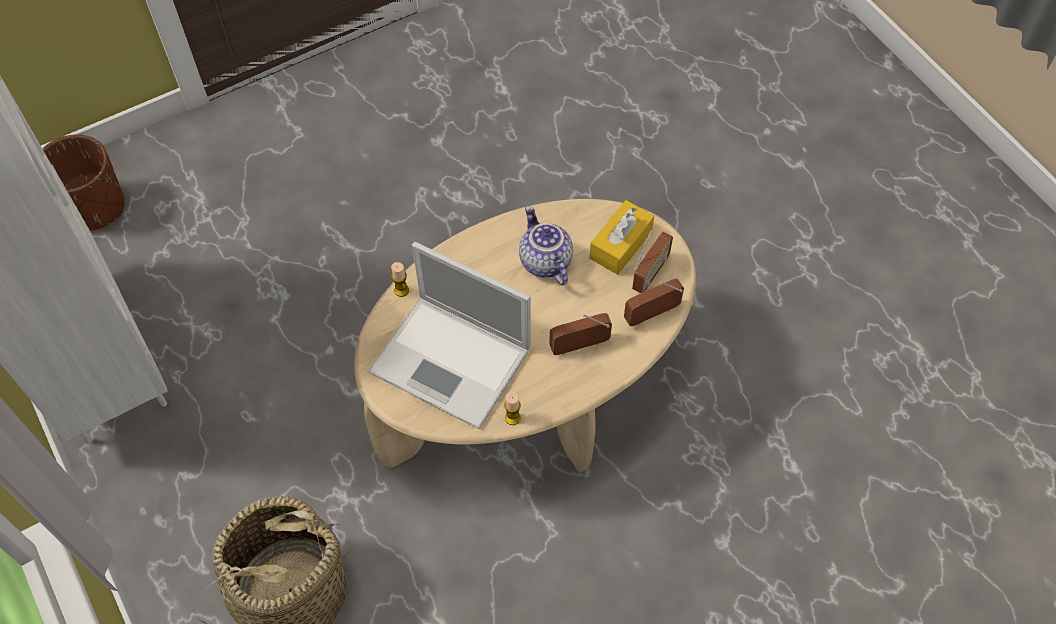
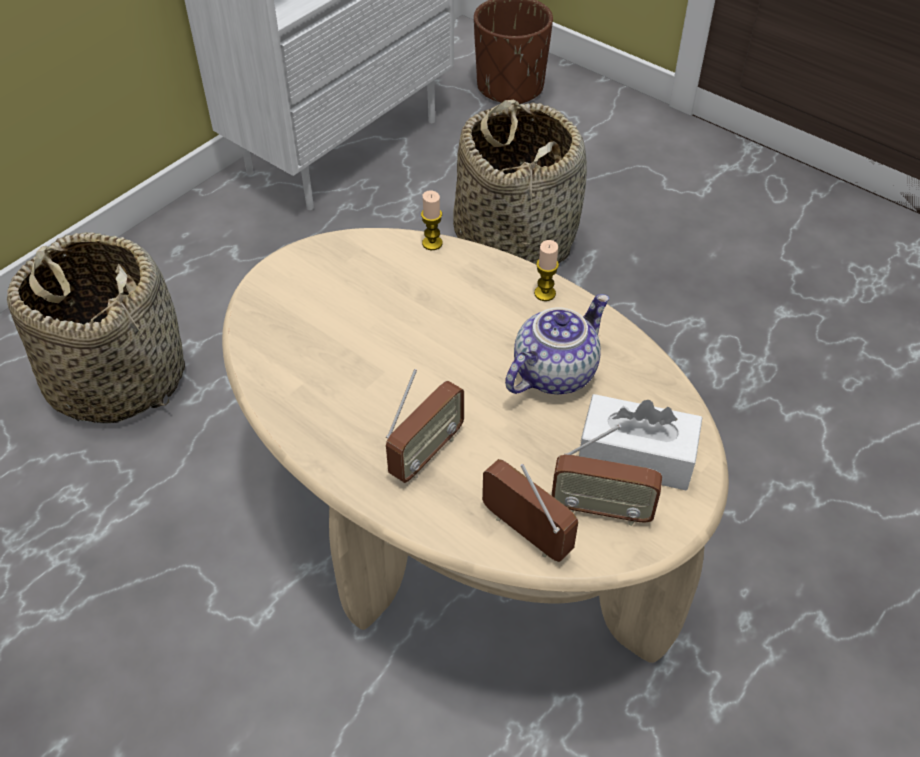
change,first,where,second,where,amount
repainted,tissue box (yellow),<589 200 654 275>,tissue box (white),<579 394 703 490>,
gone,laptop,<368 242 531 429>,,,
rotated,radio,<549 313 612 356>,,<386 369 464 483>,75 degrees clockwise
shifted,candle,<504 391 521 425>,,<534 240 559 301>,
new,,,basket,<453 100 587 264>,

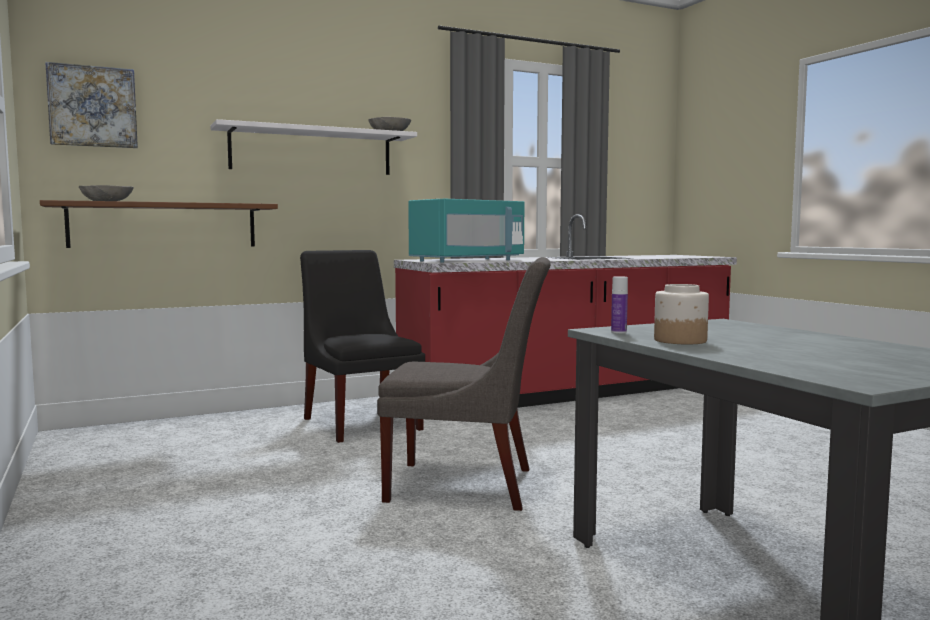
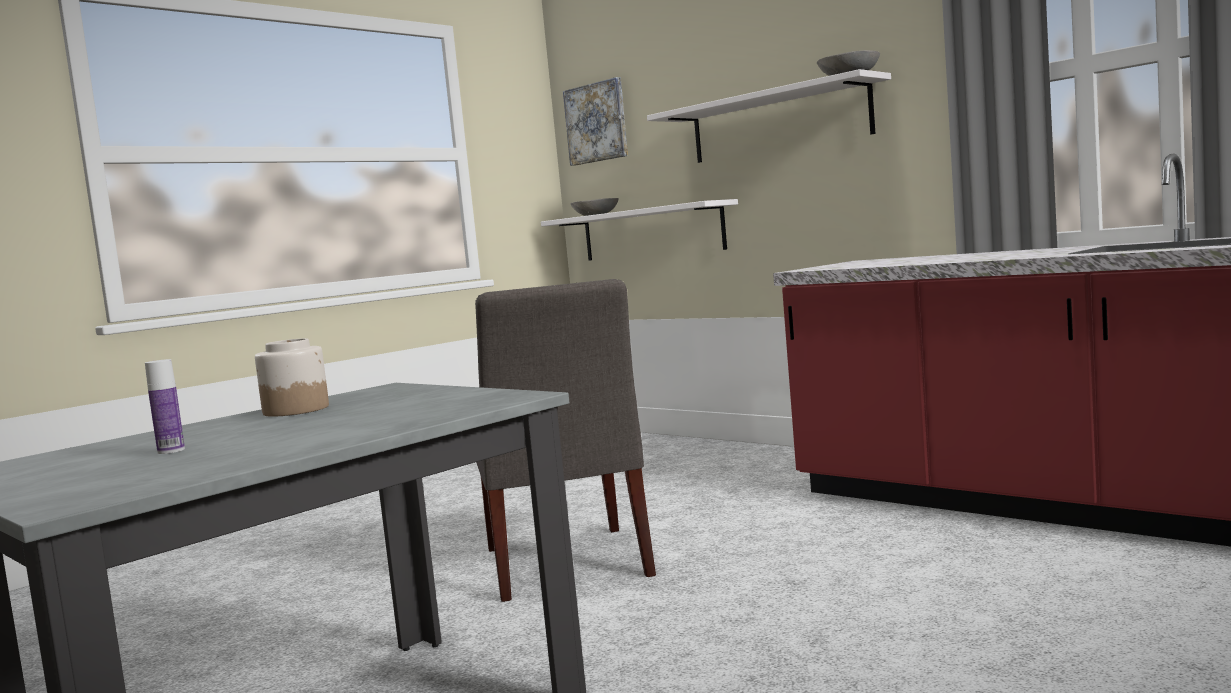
change,first,where,second,where,amount
gone,microwave (turquoise),<408 199 524 263>,,,
repainted,shelf (brown),<40 200 278 248>,shelf (white),<541 199 738 261>,
gone,chair (black),<300 250 425 443>,,,
shifted,bottle,<611 276 628 333>,,<145 359 185 454>,

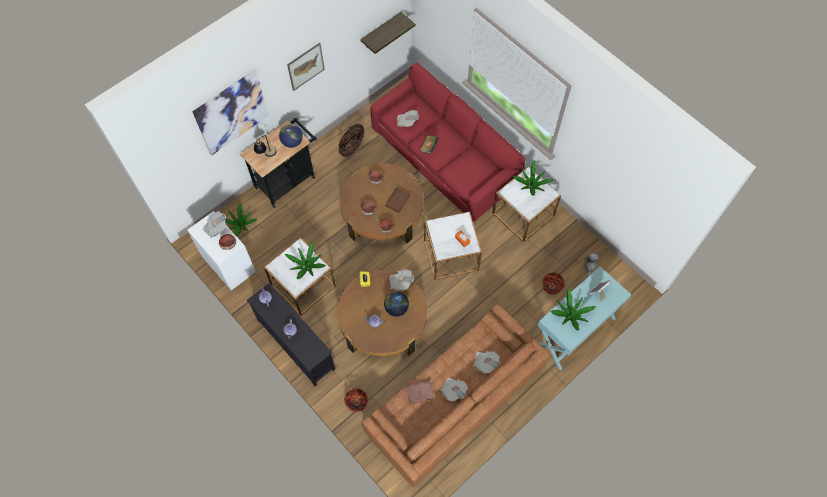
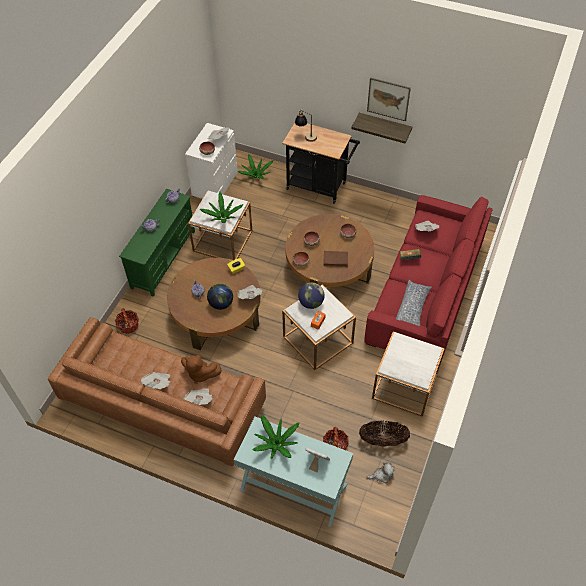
change,first,where,second,where,amount
shifted,shelf,<361 12 415 54>,,<351 113 412 143>,
gone,picture,<192 70 269 156>,,,
shifted,globe,<279 124 303 148>,,<298 282 325 309>,
shifted,basket,<339 124 364 157>,,<359 420 410 447>,
gone,potted plant,<513 161 555 196>,,,
repainted,tv stand (black),<247 283 335 386>,tv stand (green),<119 189 195 297>,
gone,book (brown),<405 381 434 404>,,,
new,,,pillow,<396 280 432 326>,
new,,,plush toy (brown),<181 355 222 384>,

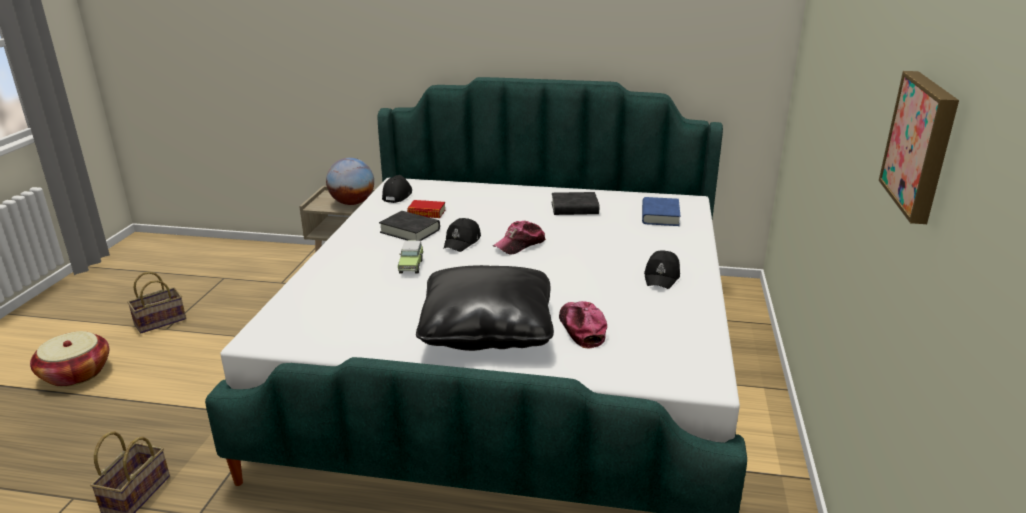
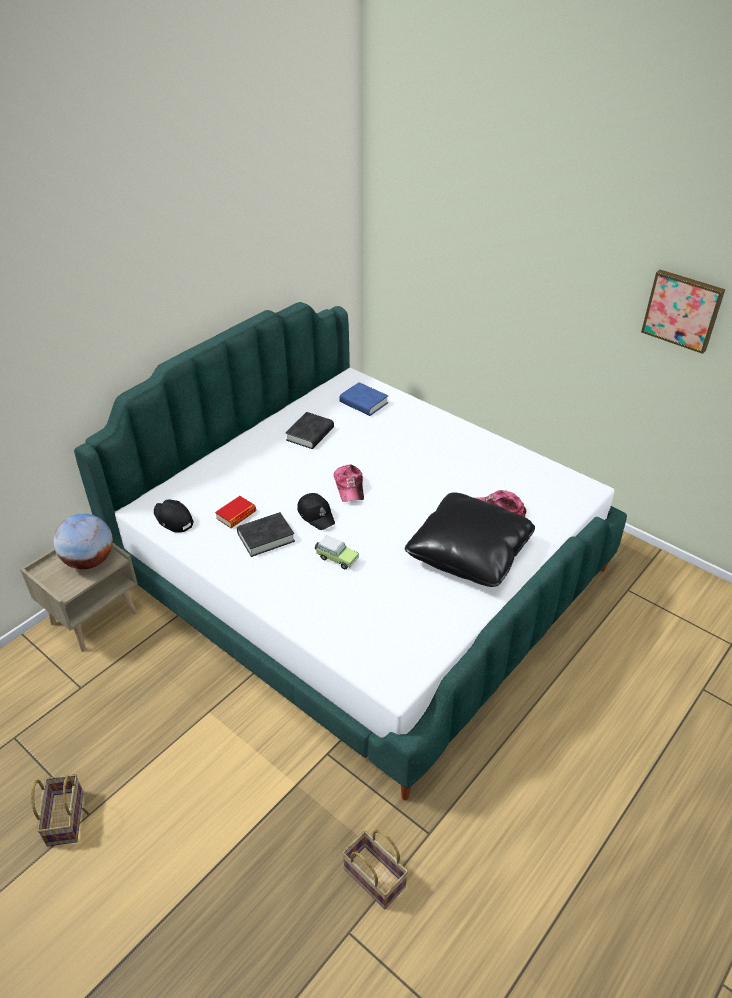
change,first,where,second,where,amount
gone,cap (black),<644 250 680 289>,,,
gone,basket,<30 331 109 387>,,,

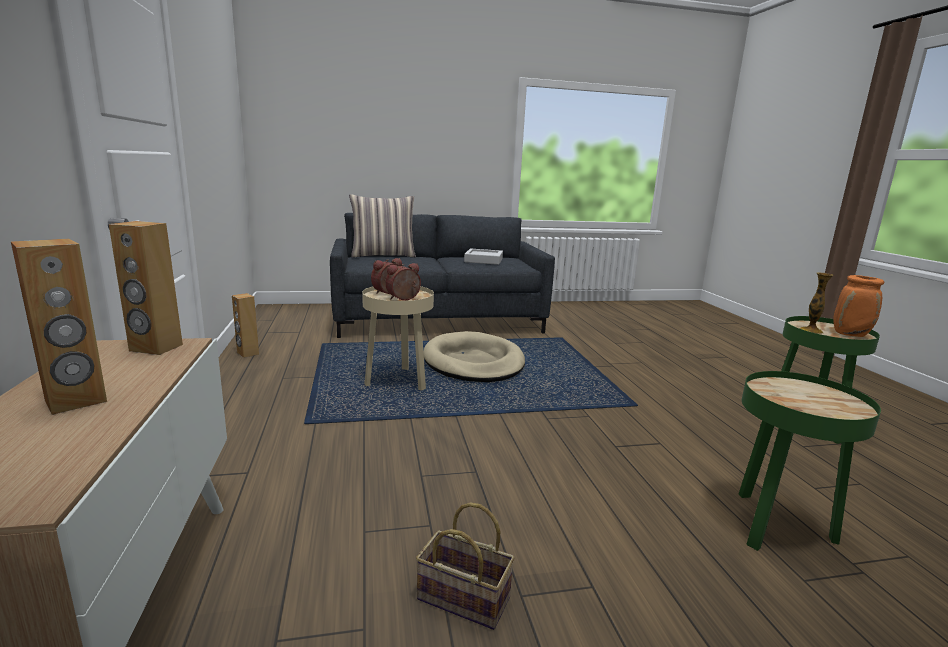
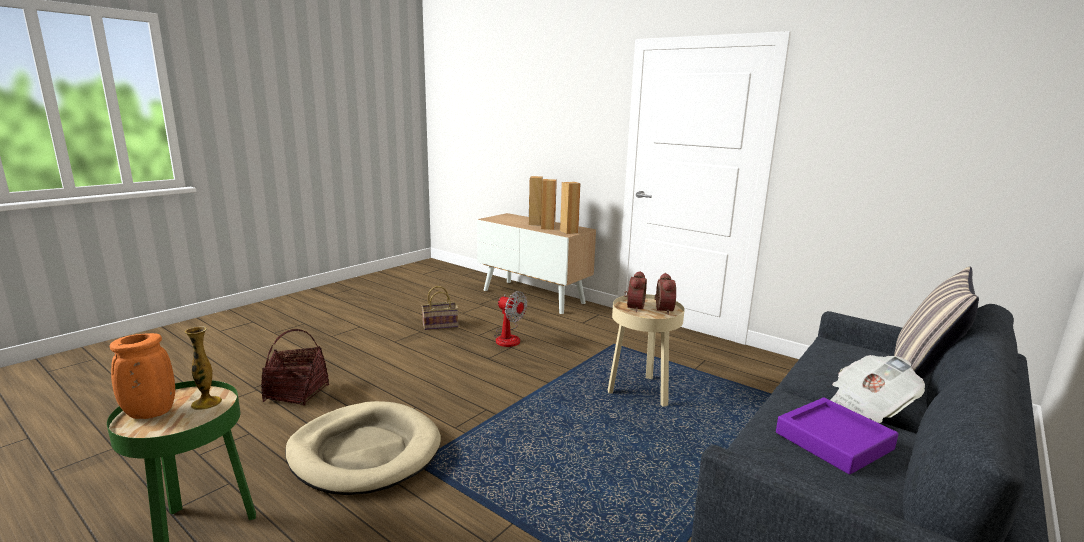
change,first,where,second,where,amount
repainted,tray (grey),<464 248 503 265>,tray (purple),<776 398 898 475>,
shifted,speaker (brown),<232 293 259 358>,,<541 179 557 230>,
shifted,dog bed (beige),<423 331 525 382>,,<285 401 441 495>,
swapped,side table (green),<738 371 881 551>,basket,<261 329 329 406>,
new,,,fan,<494 291 527 347>,
new,,,newspaper,<830 355 925 423>,

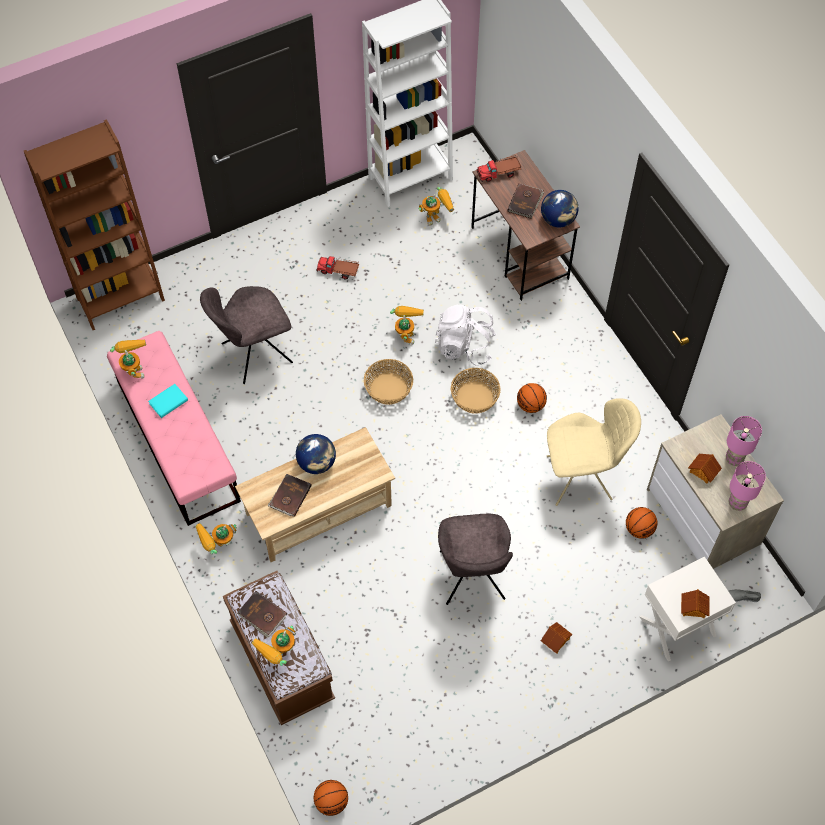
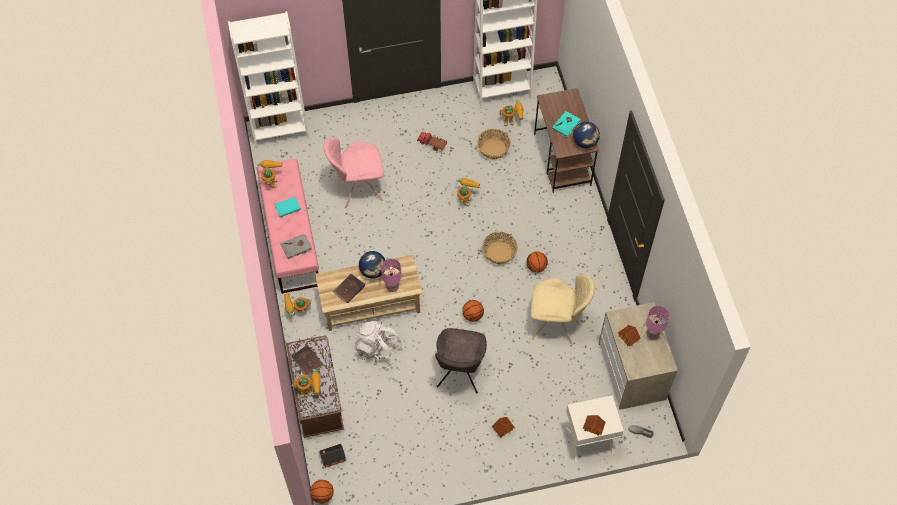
change,first,where,second,where,amount
repainted,bookcase (brown),<24 119 165 330>,bookcase (white),<228 11 309 148>,
gone,toy truck,<476 155 522 182>,,,
repainted,book (brown),<507 184 544 219>,book (turquoise),<552 111 581 137>,
repainted,chair (grey),<200 286 293 384>,chair (pink),<323 137 384 207>,
shifted,backpack (white),<435 305 496 365>,,<355 321 403 369>,
shifted,basket,<364 359 413 405>,,<477 129 511 159>,
shifted,table lamp (pink),<729 461 766 511>,,<381 258 402 292>,
shifted,basketball,<626 507 657 539>,,<462 300 484 322>,
rotated,toy robot,<252 625 296 666>,,<292 369 320 398>,150 degrees counterclockwise
new,,,book (grey),<280 234 312 259>,
new,,,toy house,<319 444 346 468>,

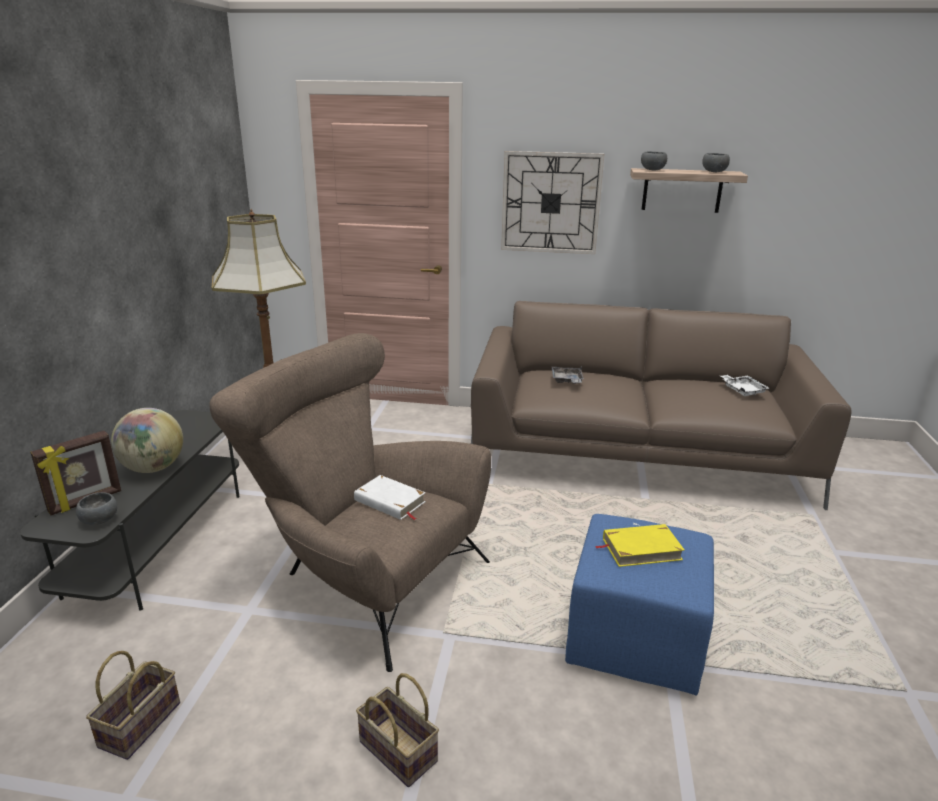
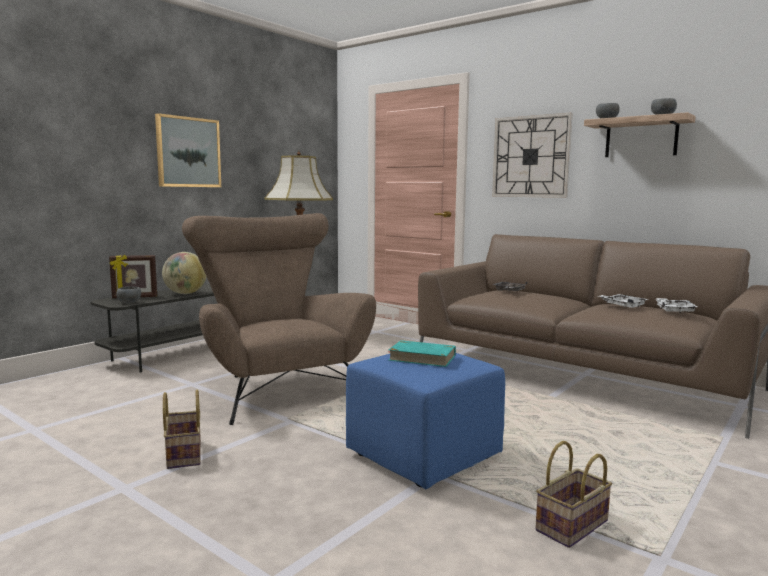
change,first,where,second,where,amount
gone,book (white),<354 475 426 520>,,,
repainted,book (yellow),<595 524 684 567>,book (turquoise),<389 340 456 367>,
shifted,basket,<86 651 180 760>,,<535 441 612 548>,
new,,,picture,<155 113 221 187>,
new,,,tray (white),<599 294 649 308>,

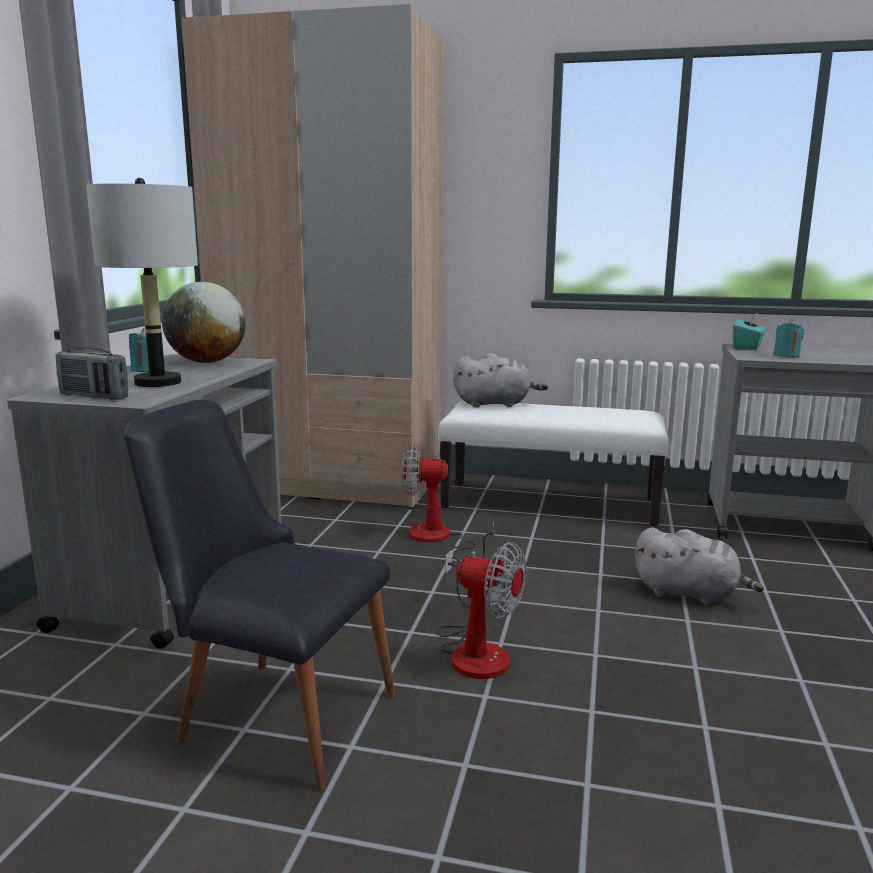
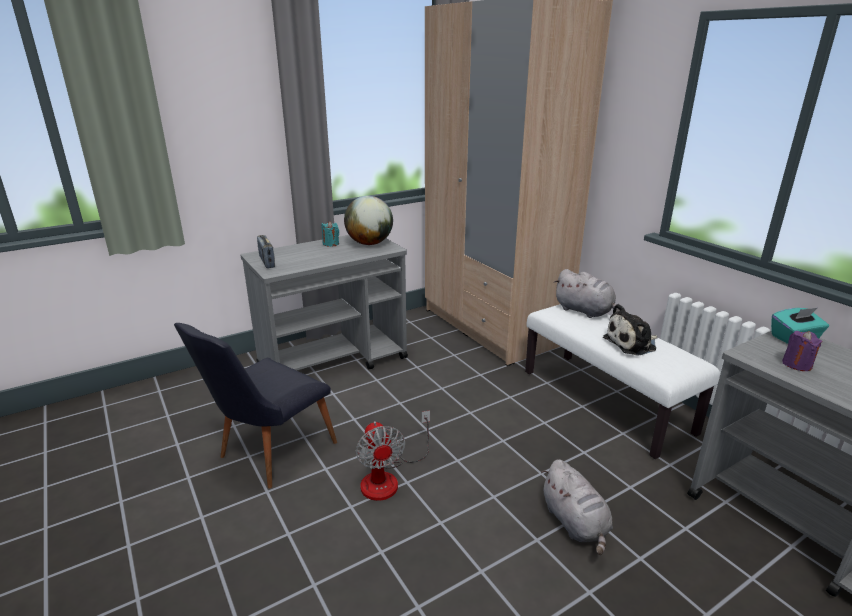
change,first,where,second,where,amount
gone,table lamp (grey),<86 178 198 387>,,,
repainted,candle (turquoise),<773 319 804 357>,candle (purple),<782 331 822 371>,
rotated,chair (black),<124 399 395 791>,,<174 323 337 488>,120 degrees counterclockwise
gone,fan,<402 444 494 562>,,,
new,,,plush toy,<603 304 658 356>,

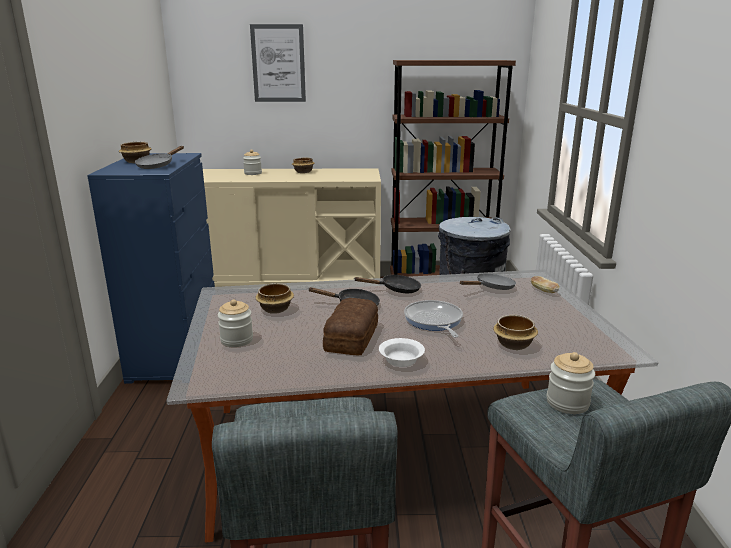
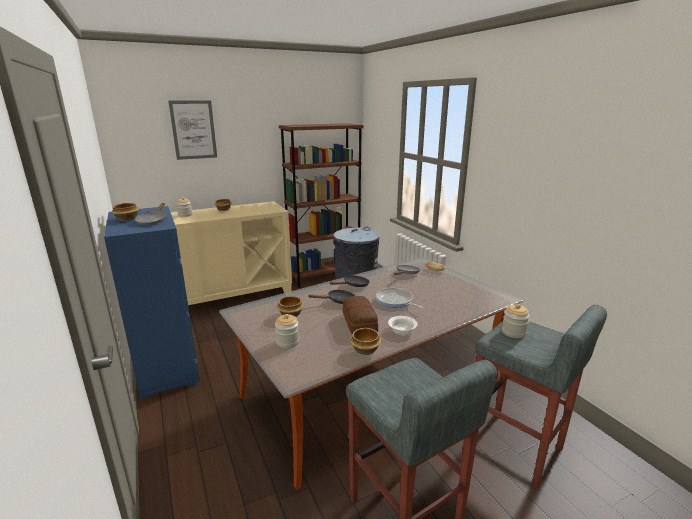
change,first,where,second,where,amount
shifted,bowl,<493 315 538 350>,,<350 328 382 355>,

